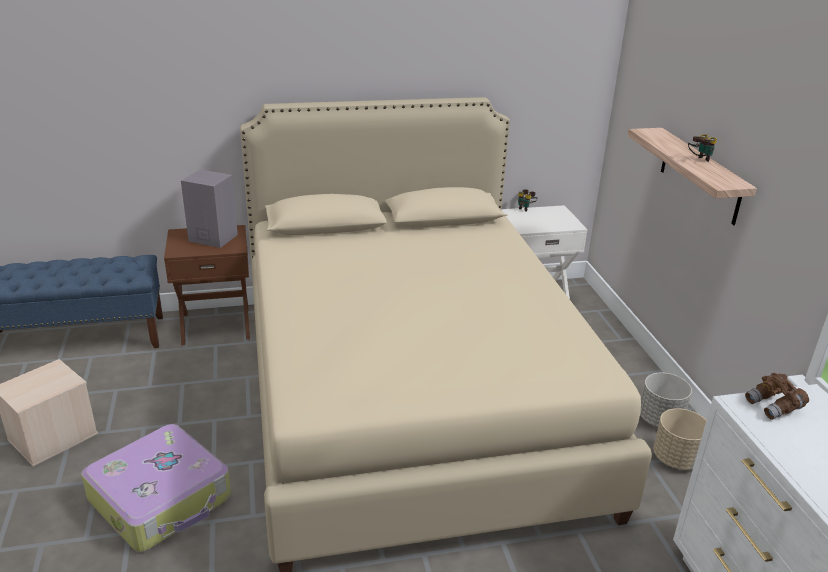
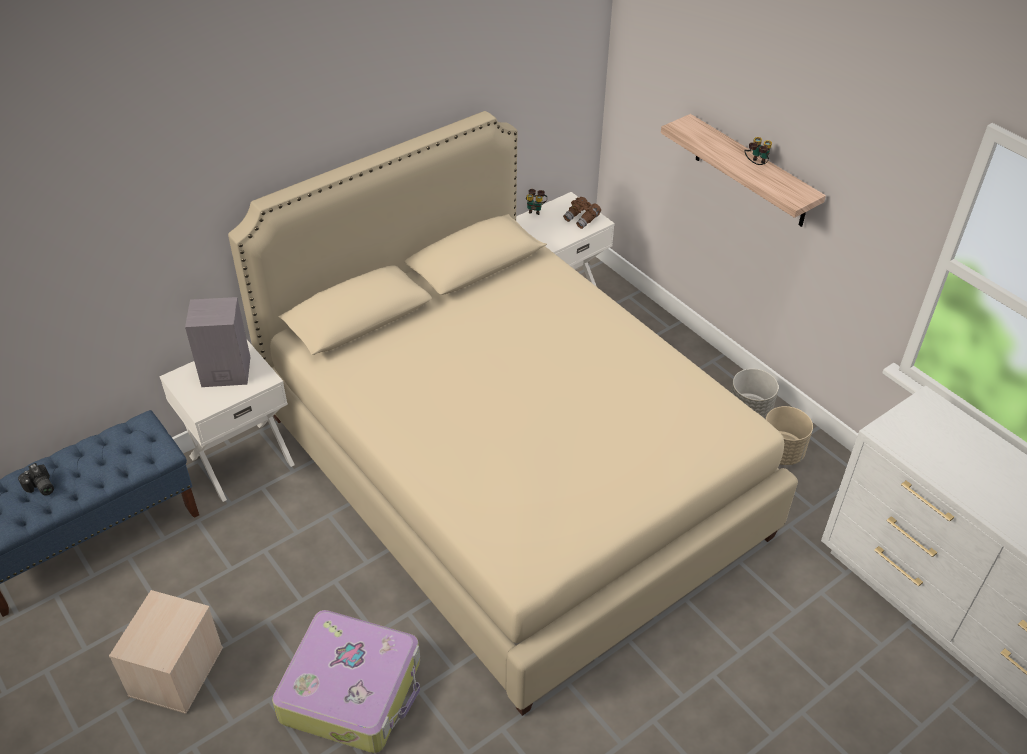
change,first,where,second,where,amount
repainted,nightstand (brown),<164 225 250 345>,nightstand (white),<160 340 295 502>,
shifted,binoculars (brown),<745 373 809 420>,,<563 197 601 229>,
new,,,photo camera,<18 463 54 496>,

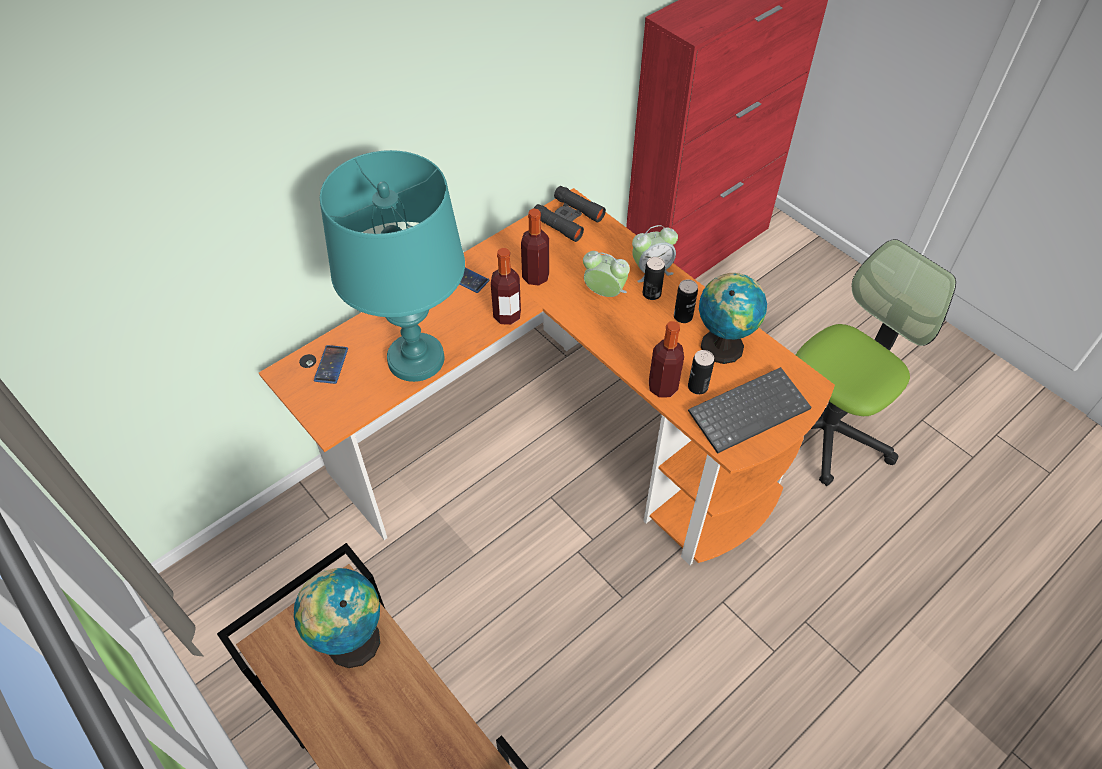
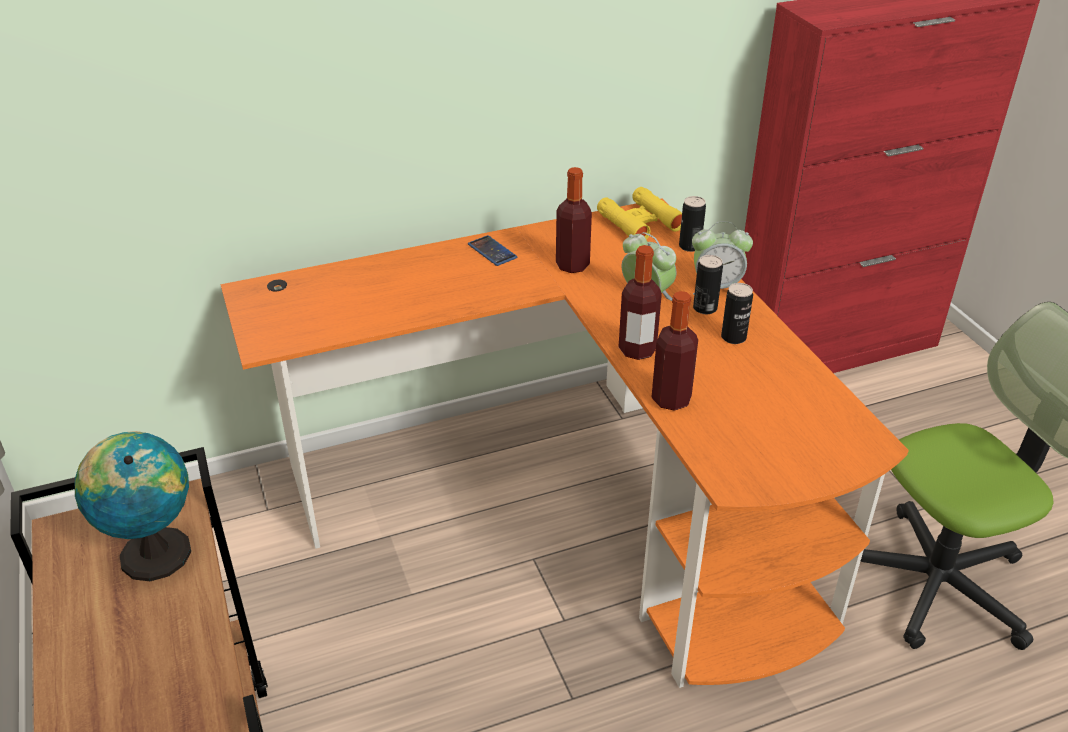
change,first,where,second,where,amount
gone,table lamp (turquoise),<320 150 465 382>,,,
repainted,binoculars (black),<533 186 606 242>,binoculars (yellow),<597 187 682 240>,
shifted,bottle,<491 248 521 325>,,<619 245 662 360>,
gone,globe,<699 273 767 364>,,,
gone,phone,<314 345 348 384>,,,
shifted,can,<688 350 714 394>,,<679 196 706 252>,
gone,keyboard,<688 367 812 454>,,,

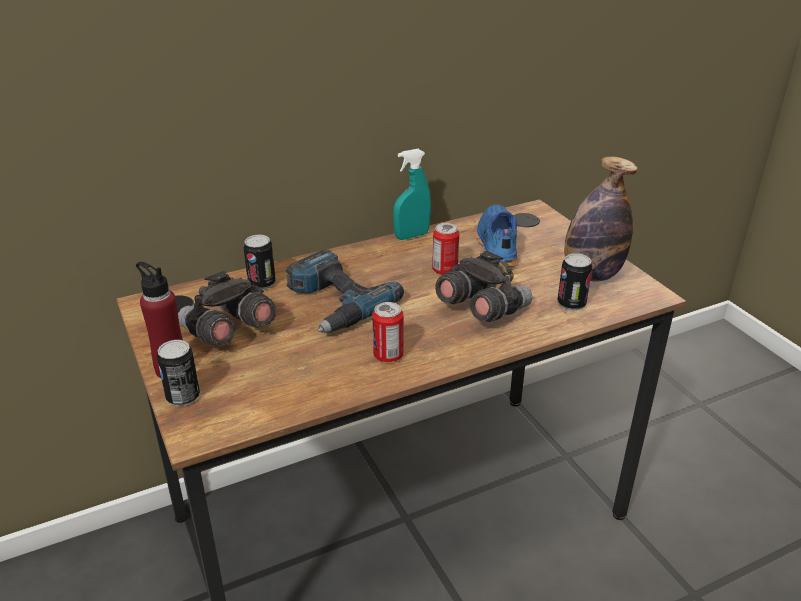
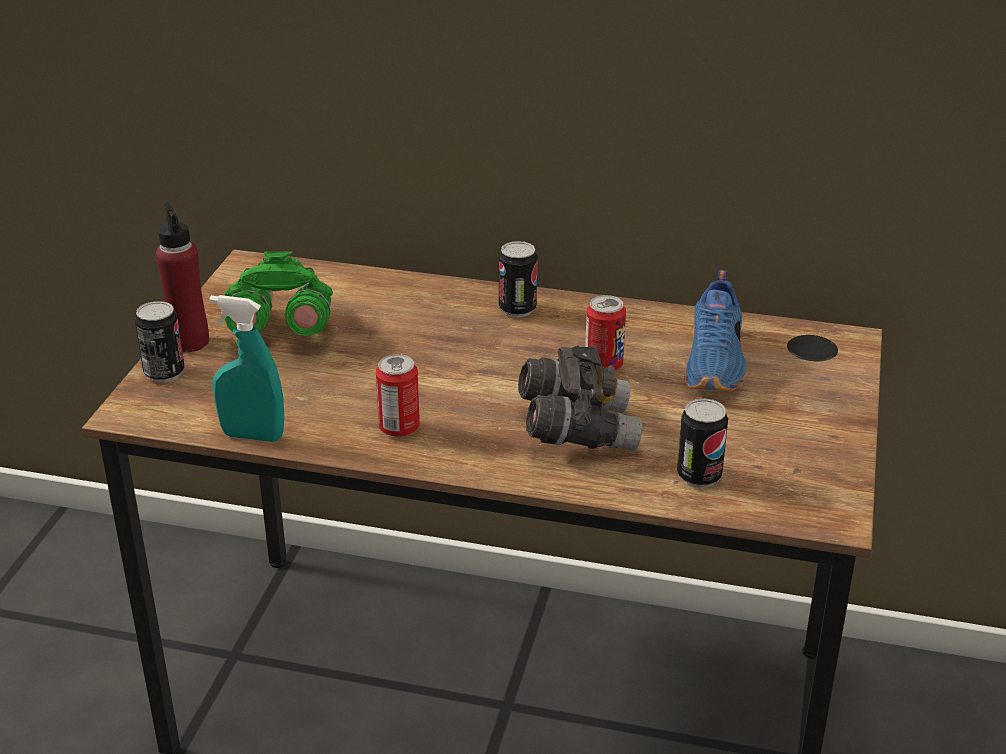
change,first,where,second,where,amount
shifted,spray bottle (turquoise),<393 149 431 240>,,<209 295 284 442>,
gone,bottle,<564 156 638 281>,,,
rotated,shoe (blue),<476 204 518 267>,,<684 270 746 391>,150 degrees clockwise
shifted,can,<244 235 276 290>,,<499 241 537 317>,
gone,power drill,<285 250 404 333>,,,
repainted,binoculars (grey),<178 271 276 346>,binoculars (green),<225 252 333 336>,

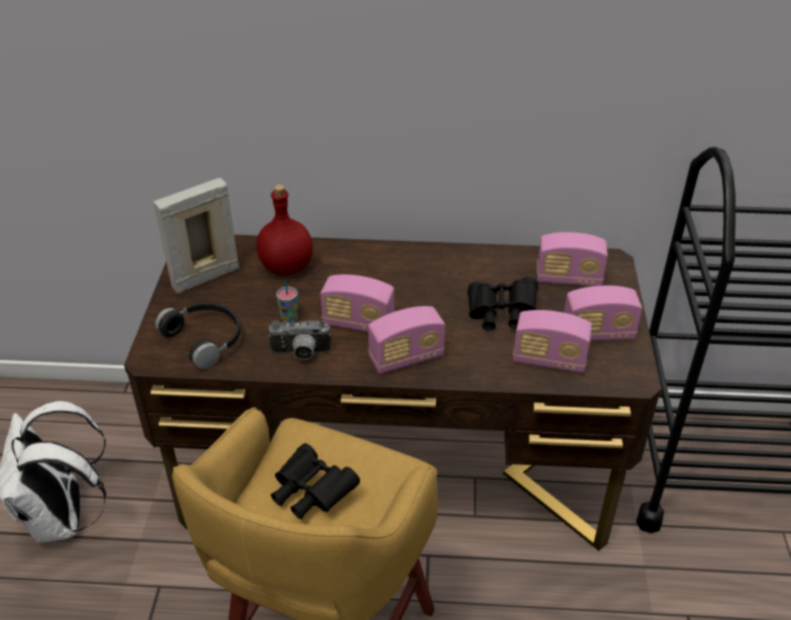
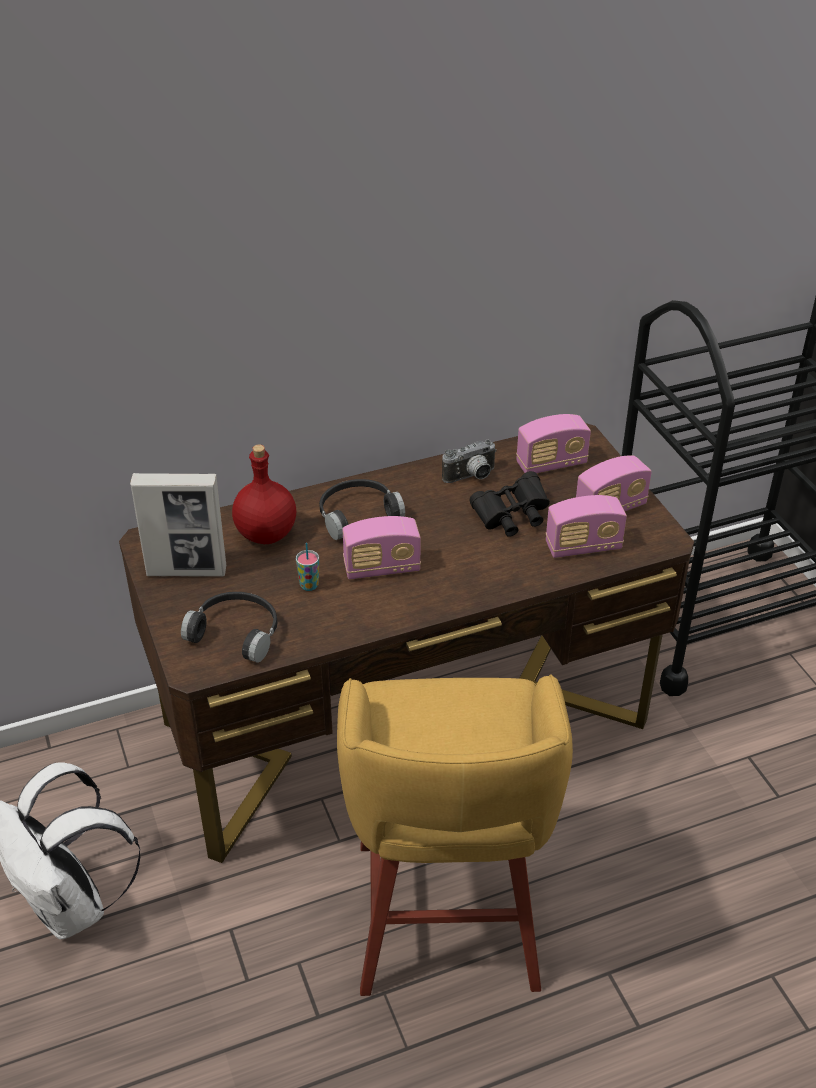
change,first,where,second,where,amount
rotated,picture frame,<153 178 239 294>,,<130 473 226 577>,120 degrees counterclockwise
gone,radio,<368 306 445 374>,,,
shifted,photo camera,<268 320 331 360>,,<442 440 497 483>,
gone,binoculars (black),<271 443 360 519>,,,
new,,,headphones (black),<319 479 405 540>,

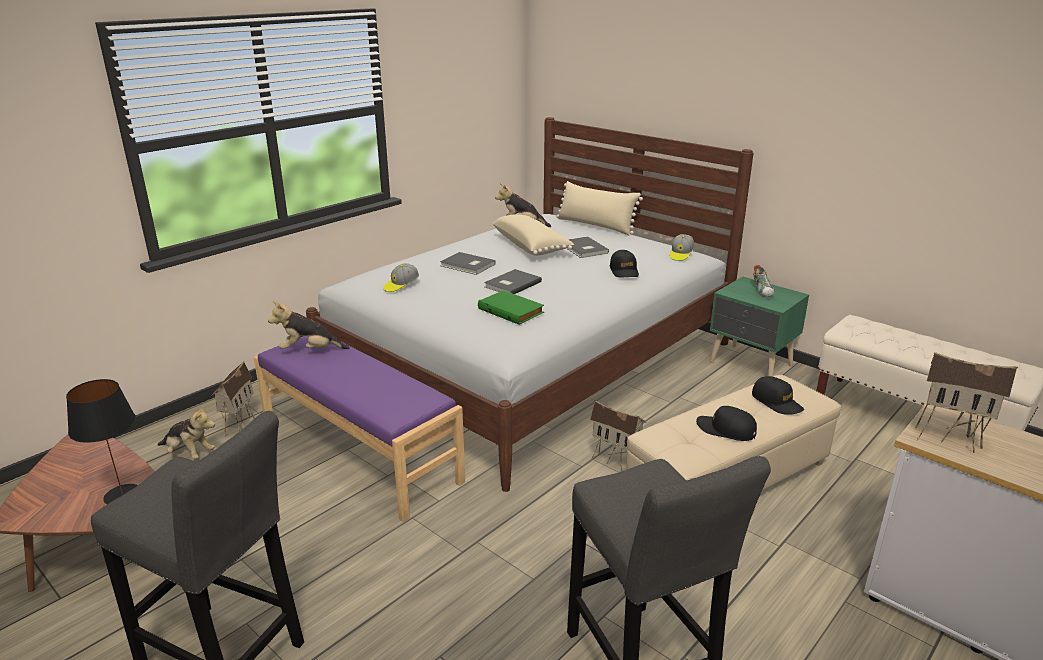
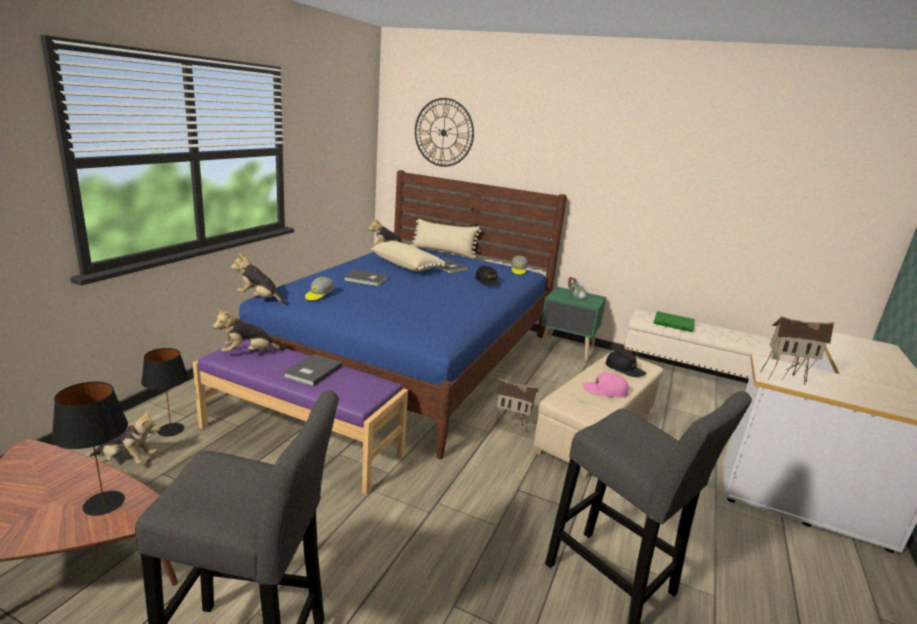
change,first,where,second,where,amount
repainted,bed (white),<306 117 754 492>,bed (blue),<228 170 567 459>,
shifted,book (grey),<484 269 542 294>,,<283 354 342 386>,
shifted,book (green),<478 290 544 325>,,<653 311 695 332>,
swapped,toy house,<211 361 255 437>,table lamp (black),<141 348 188 437>,
repainted,cap (black),<696 406 757 441>,cap (pink),<583 373 629 397>,
new,,,wall clock,<415 98 474 167>,
new,,,plush toy,<231 253 289 305>,

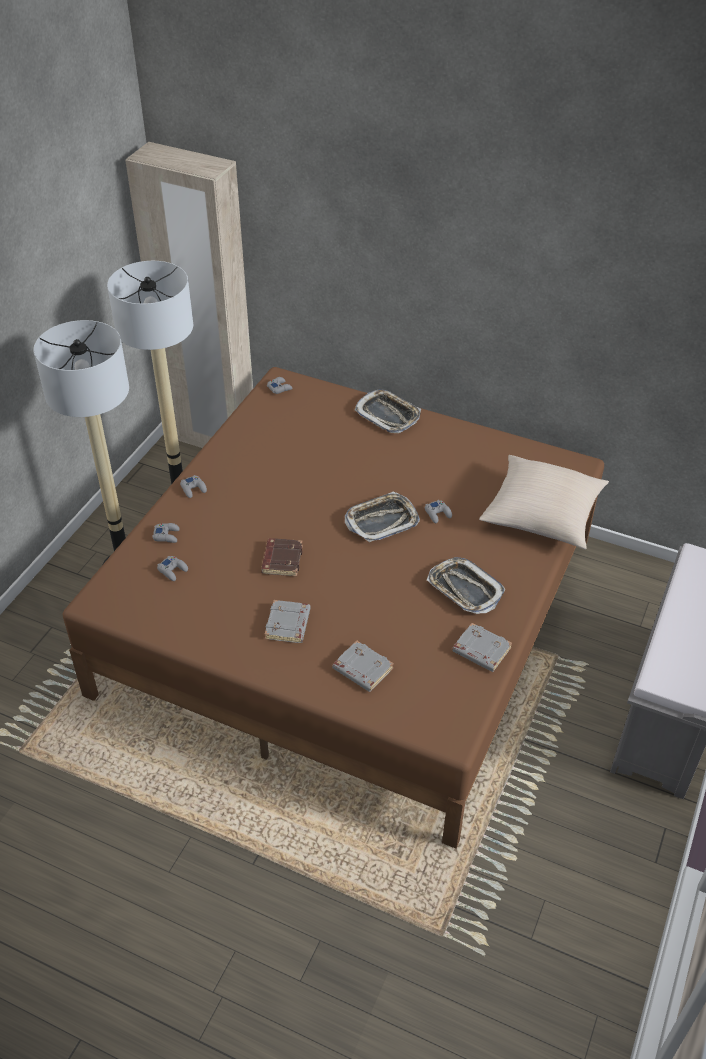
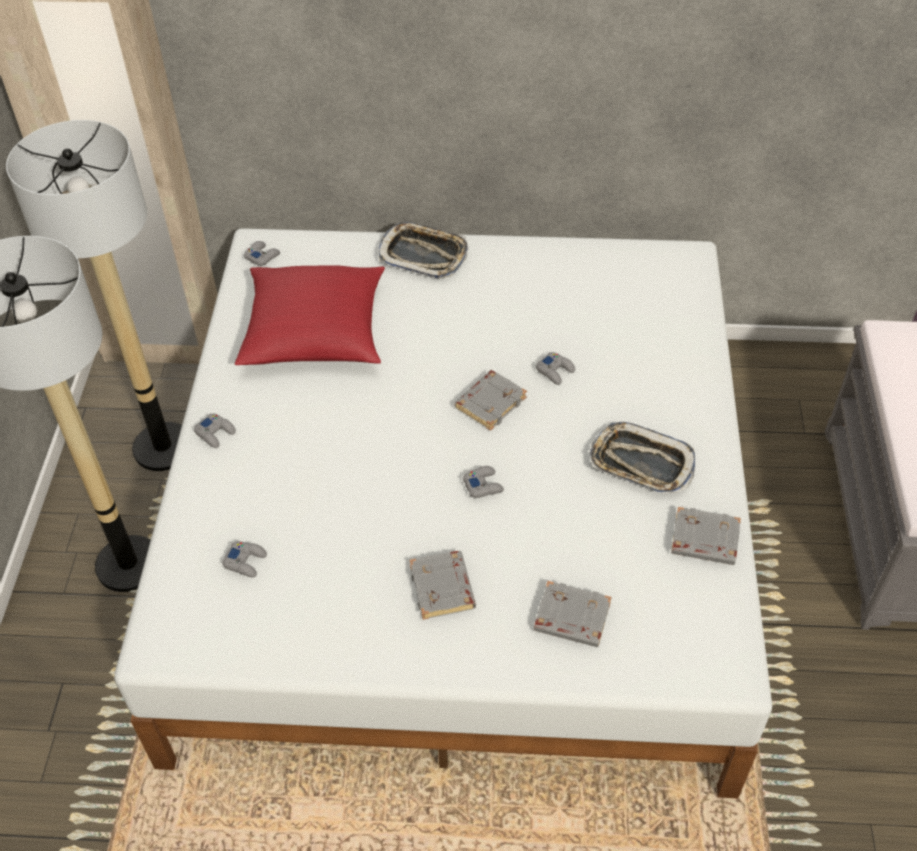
change,first,where,second,where,amount
repainted,bed (brown),<63 367 604 849>,bed (white),<114 228 772 798>,
gone,pillow (beige),<479 455 609 549>,,,
swapped,tray,<345 492 420 542>,book (grey),<454 370 527 431>,
shifted,game controller (grey),<152 523 180 543>,,<463 466 504 498>,
gone,book (brown),<261 538 303 577>,,,
new,,,pillow (red),<235 265 385 365>,

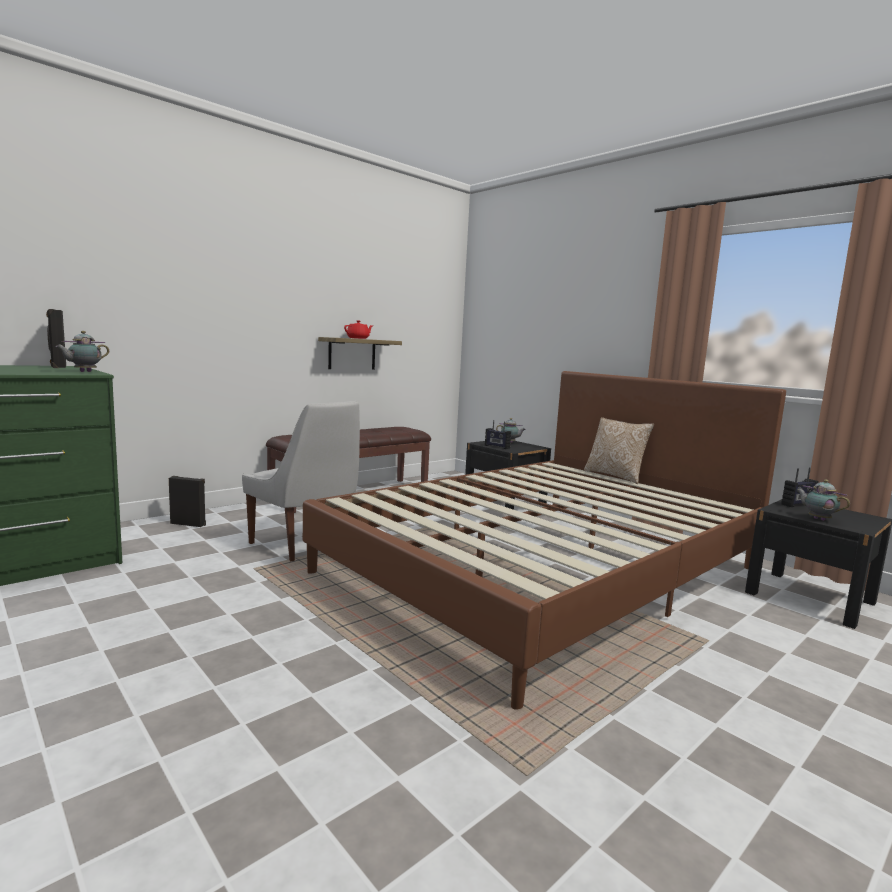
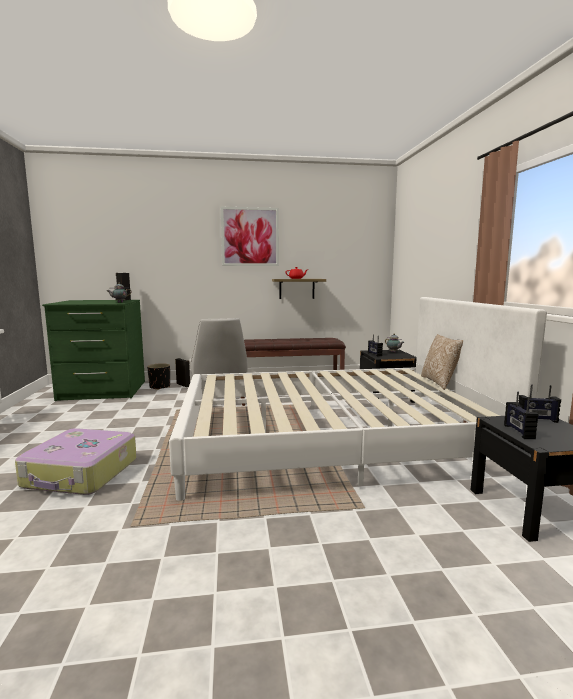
change,first,where,second,where,amount
repainted,bed (brown),<303 371 786 710>,bed (white),<169 297 547 501>,
swapped,teapot,<797 479 850 521>,radio,<504 392 538 439>,
new,,,picture,<221 207 279 266>,
new,,,planter (black),<147 363 170 390>,
new,,,suitcase,<15 428 137 495>,

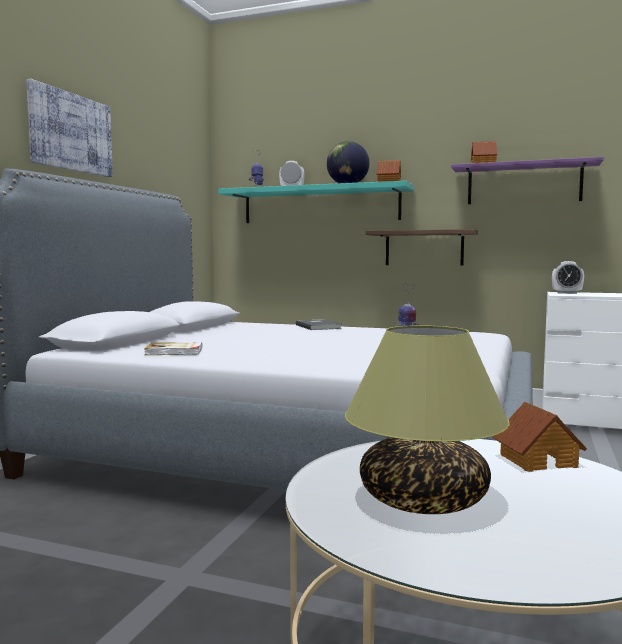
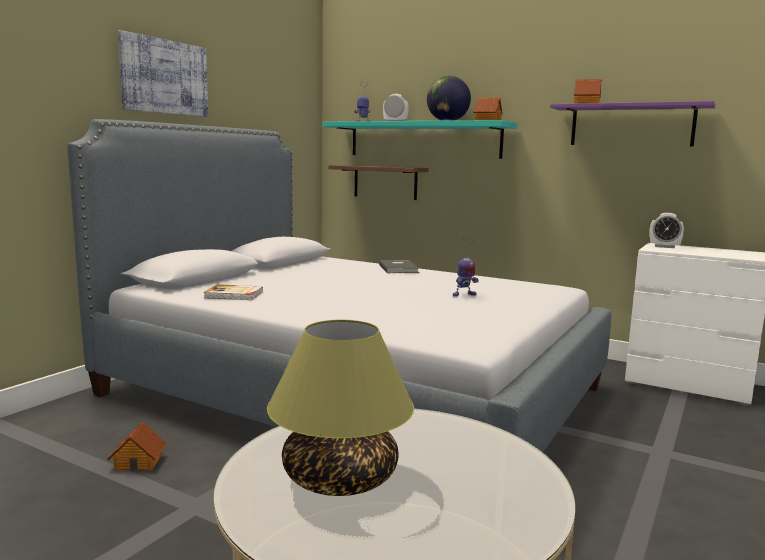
change,first,where,second,where,amount
shifted,shelf,<366 229 478 266>,,<328 165 429 200>,
shifted,toy house,<493 402 587 472>,,<107 422 166 471>,

